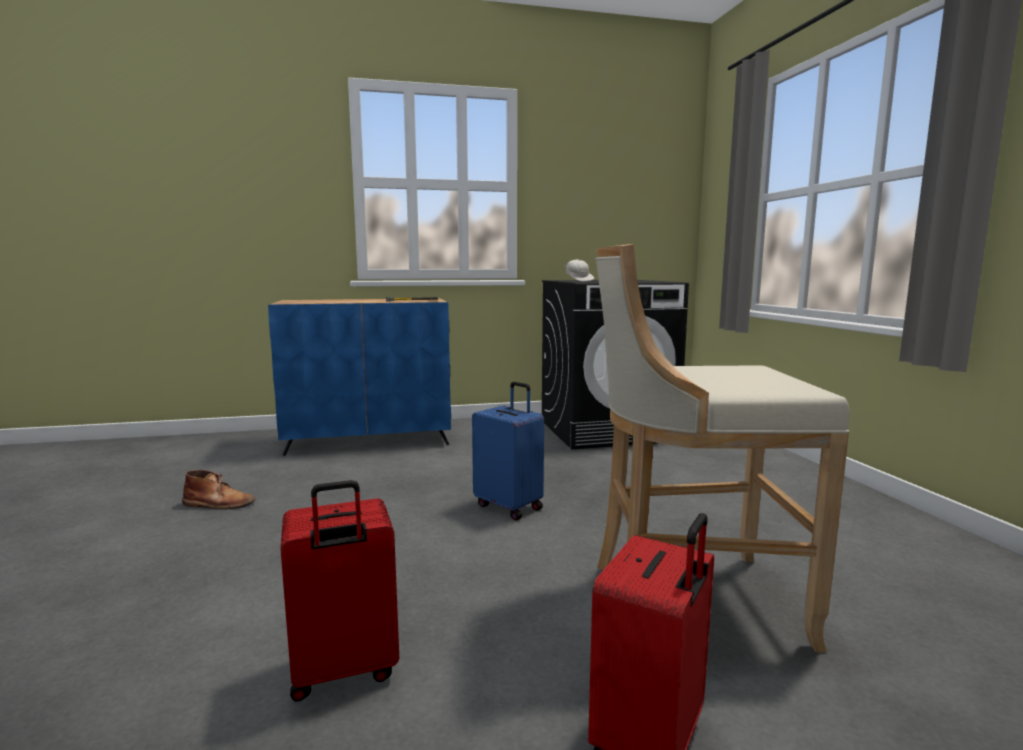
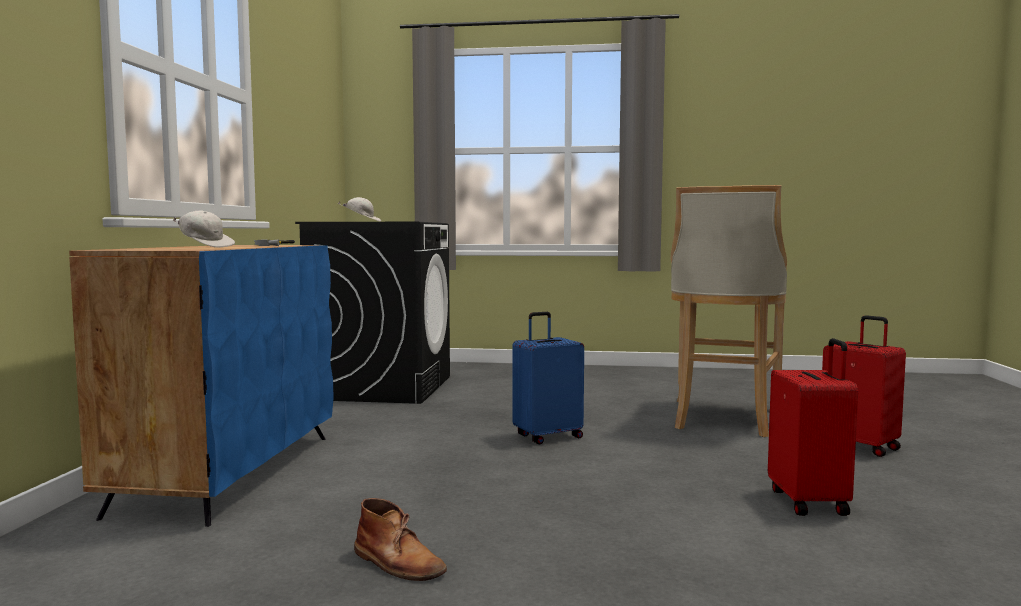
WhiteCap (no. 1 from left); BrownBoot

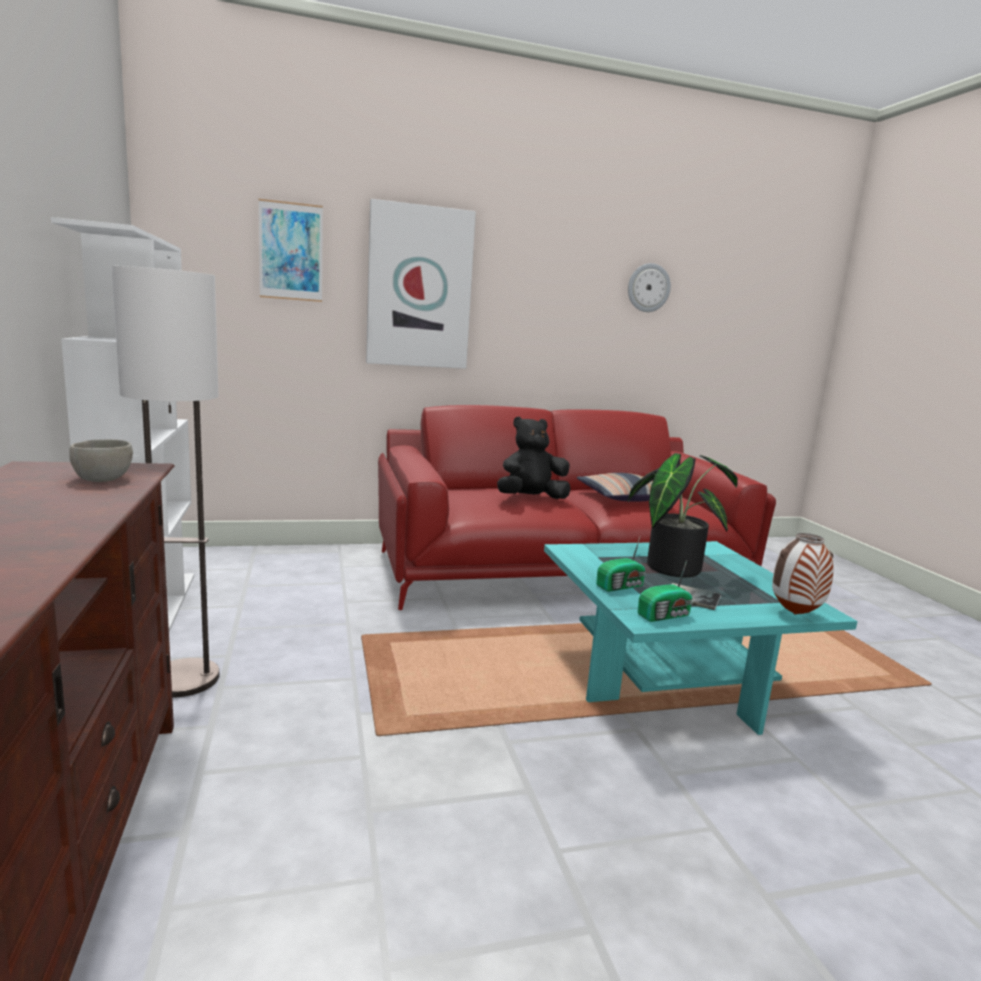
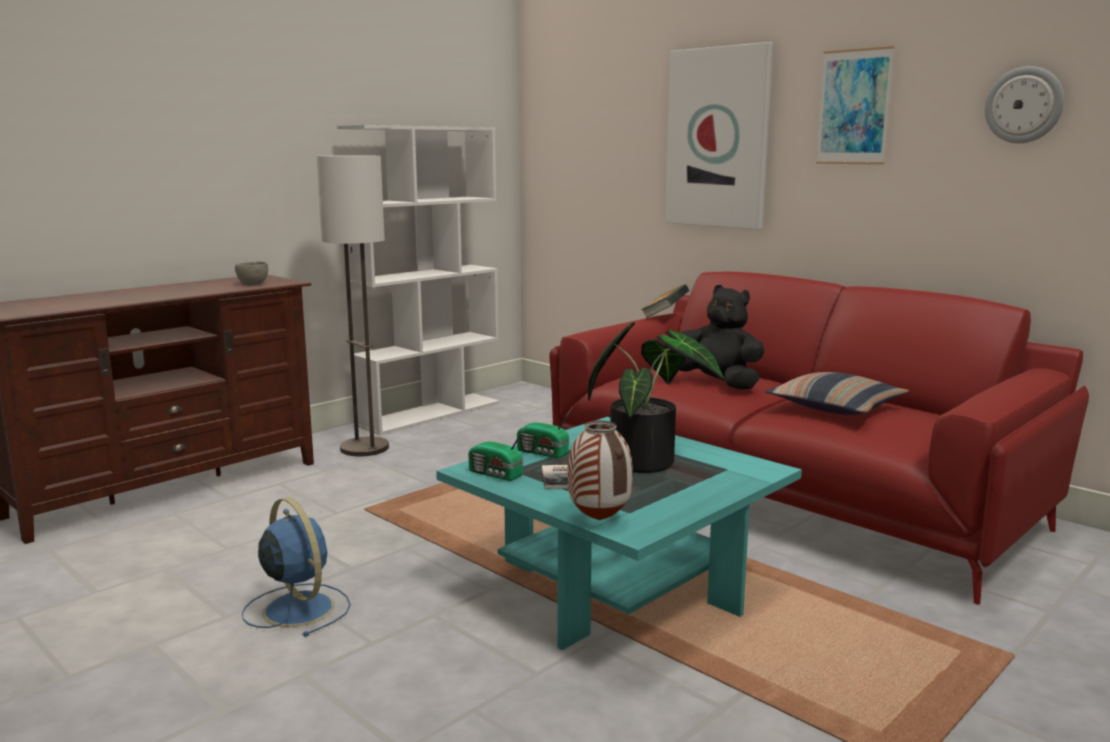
BlueFan; Book (no. 2 from left); Picture (no. 2 from left)

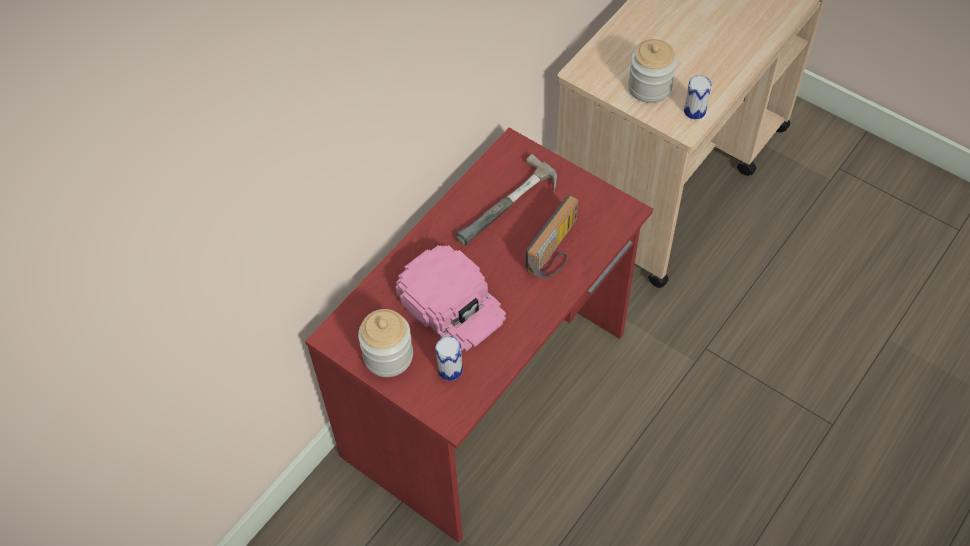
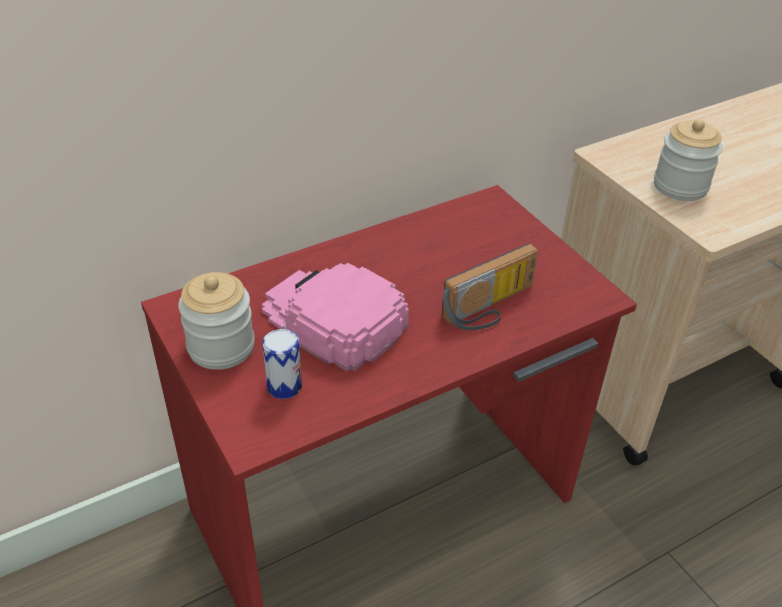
PinkCap; Hammer; Can (no. 2 from left in the first image)

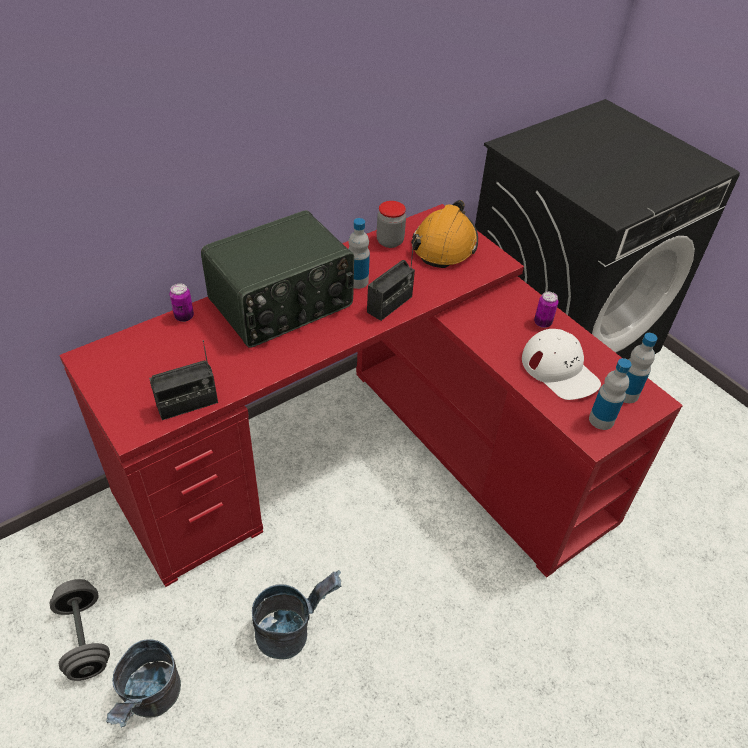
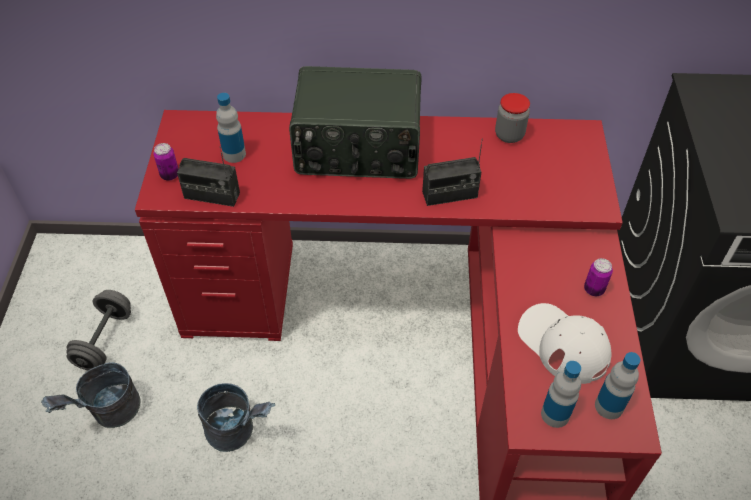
Can (no. 1 from left); Bottle (no. 1 from left); WhiteCap; OrangeHardHat

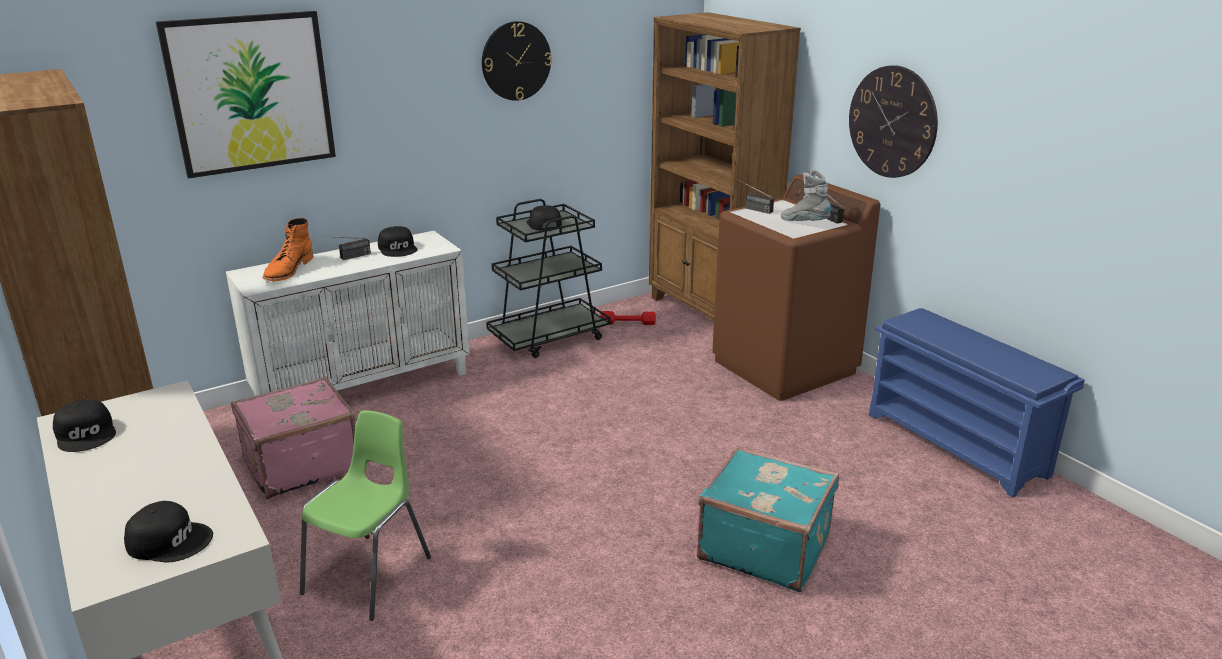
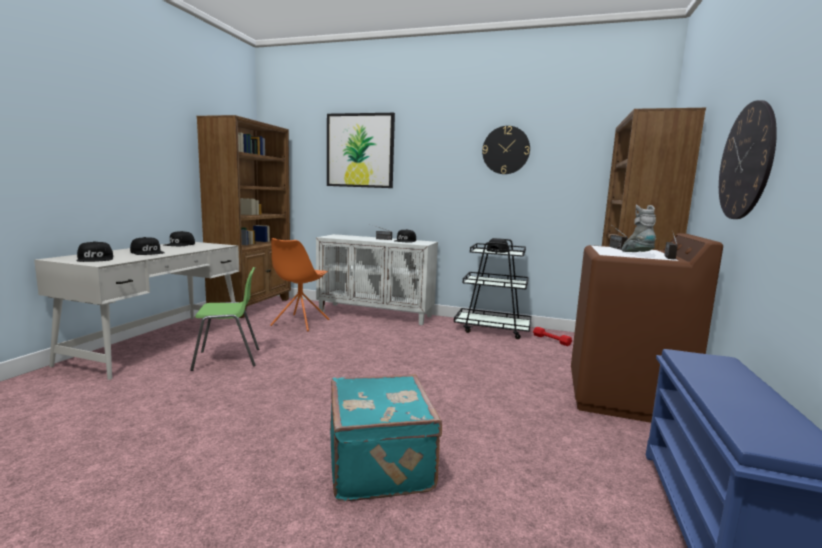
BlackCap (no. 2 from left); OrangeChair; OrangeBoot

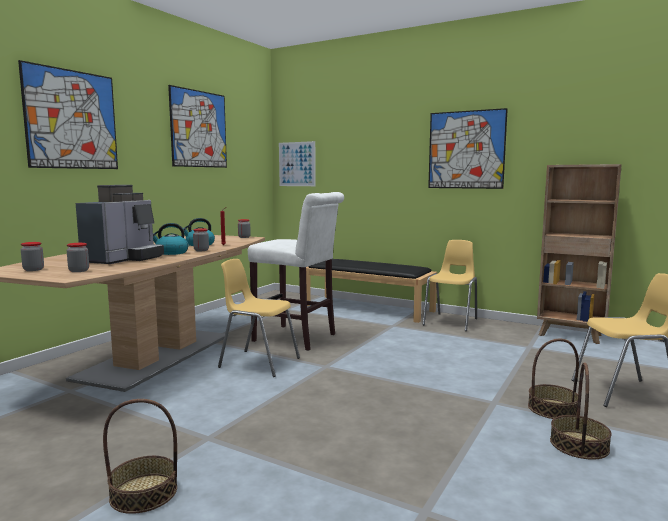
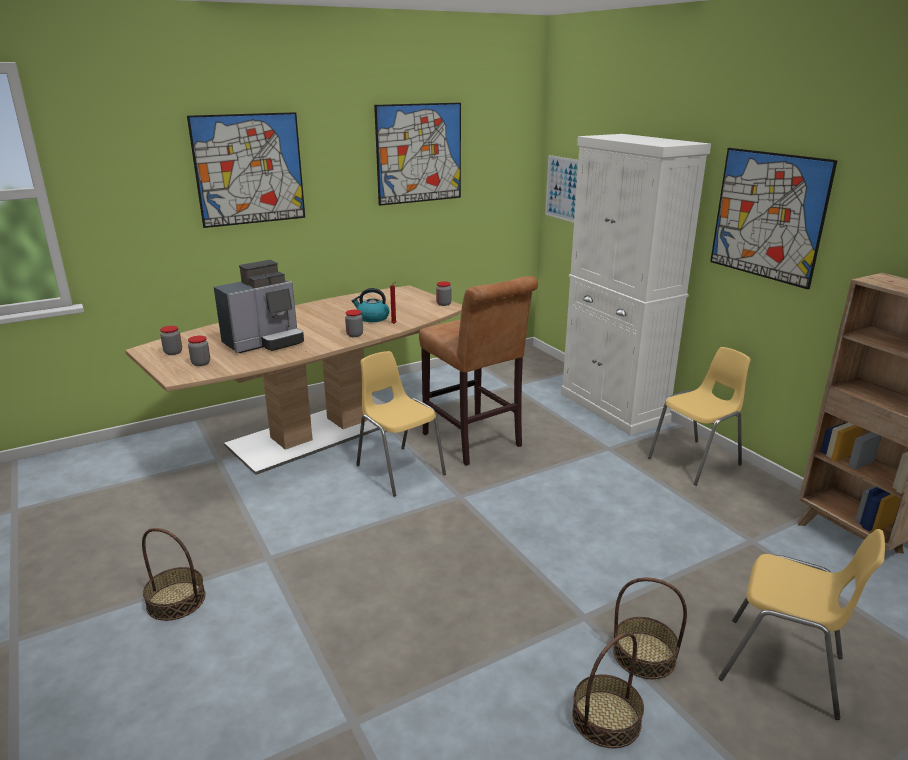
BrownStool; WhiteCabinet; Kettle (no. 1 from left in the first image)

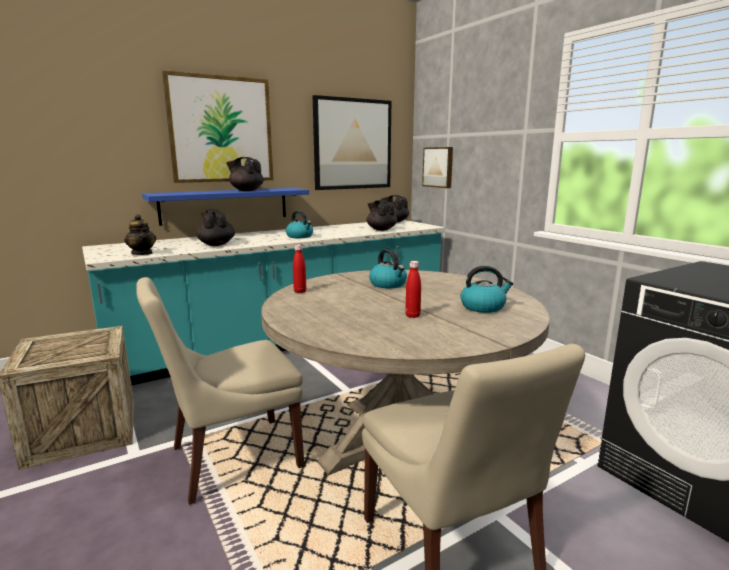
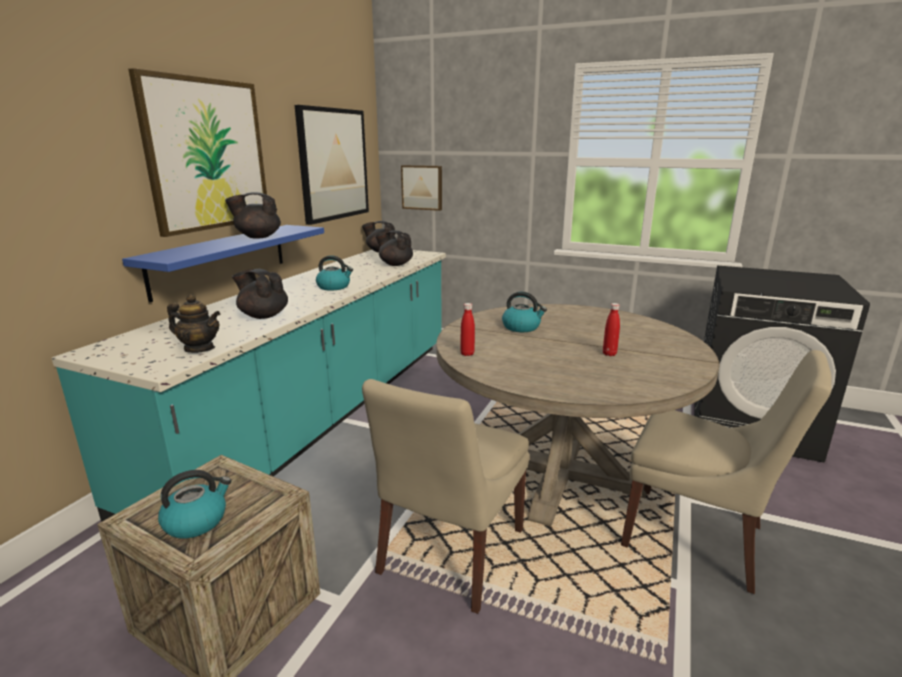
Kettle (no. 1 from left)

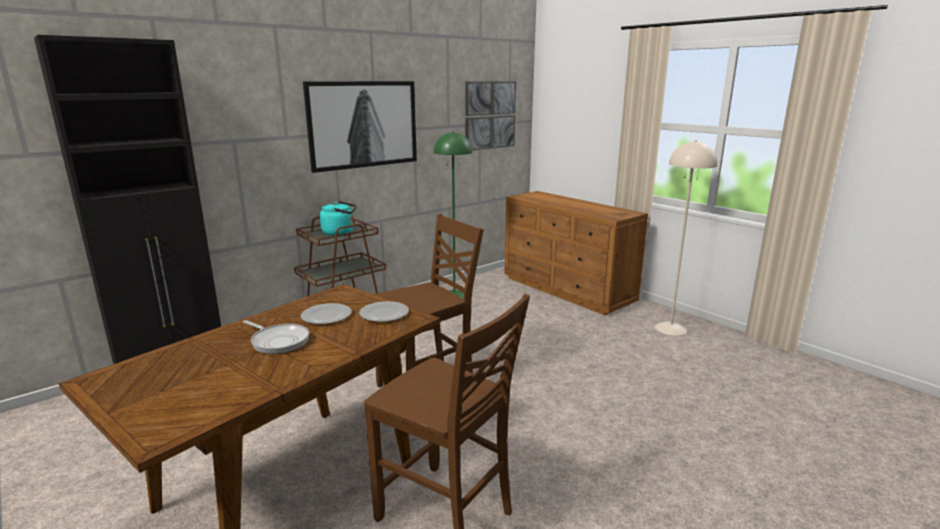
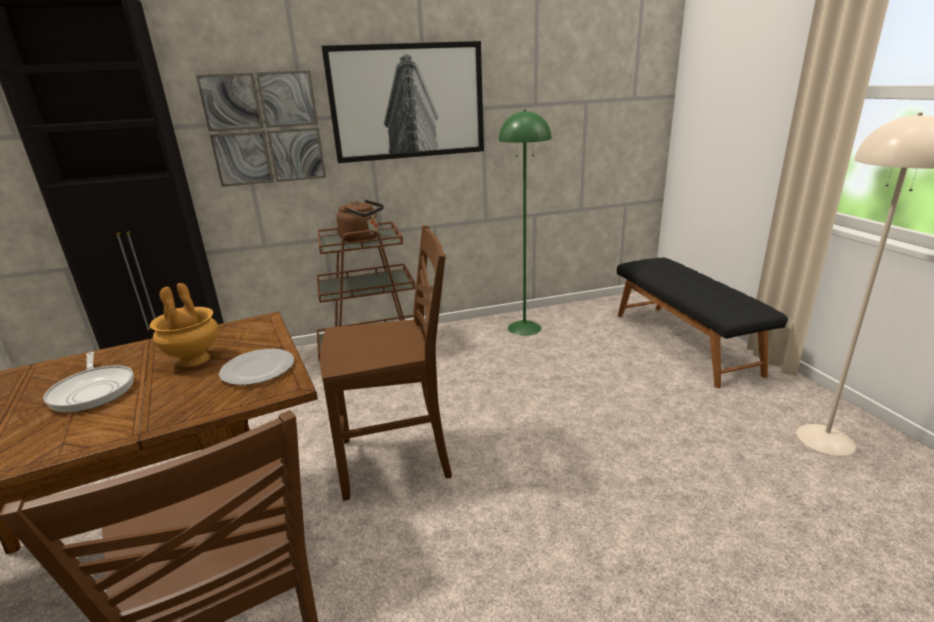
BrownVase; Picture (no. 1 from left); BrownKettle; BlackBench

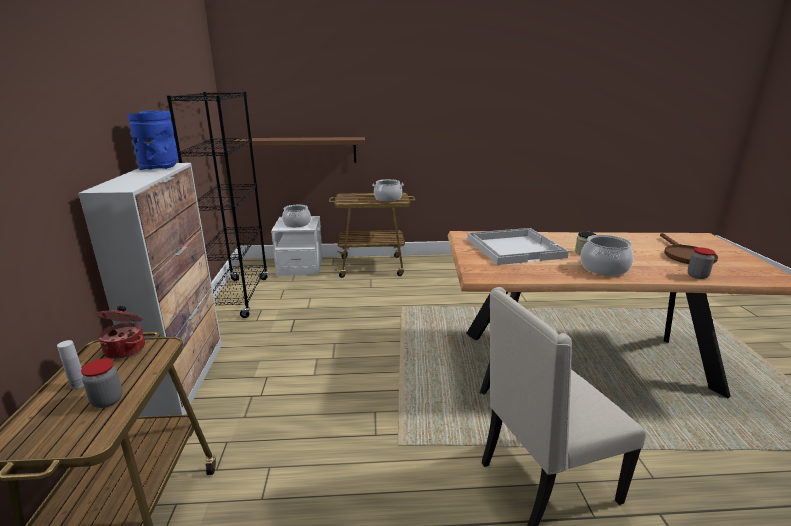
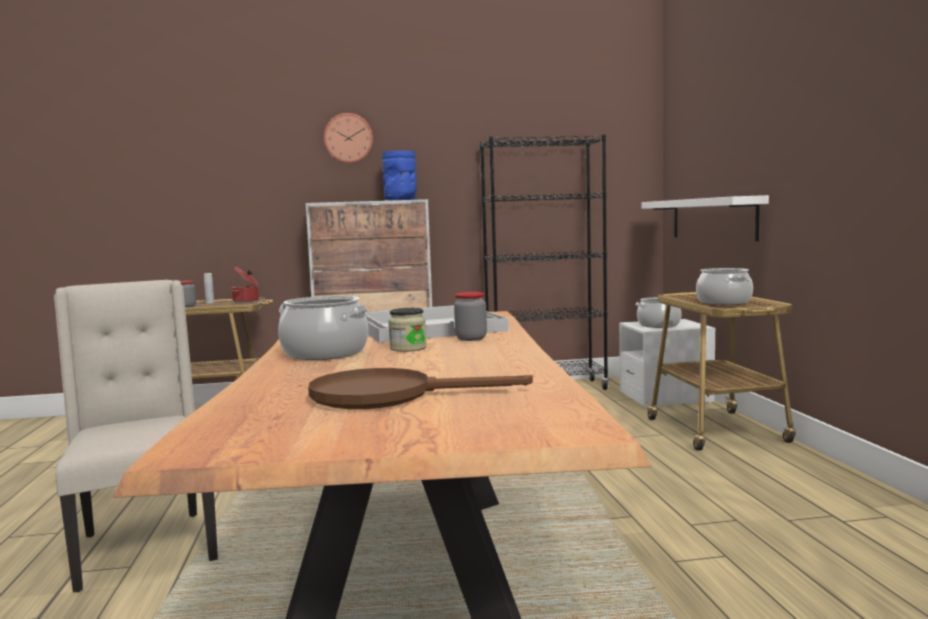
WallClock; Jar (no. 3 from left); WhiteShelf

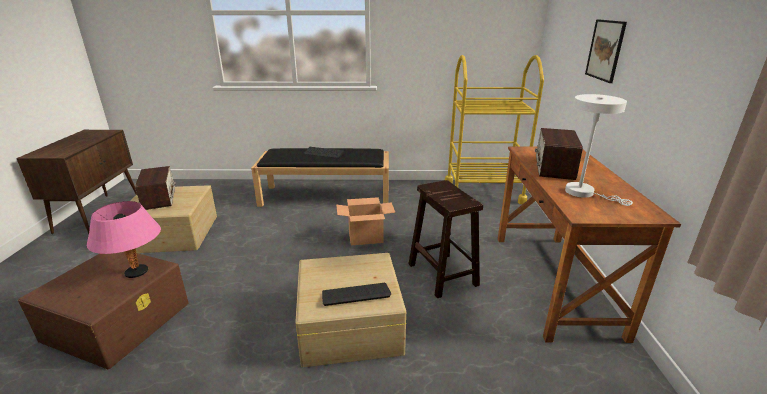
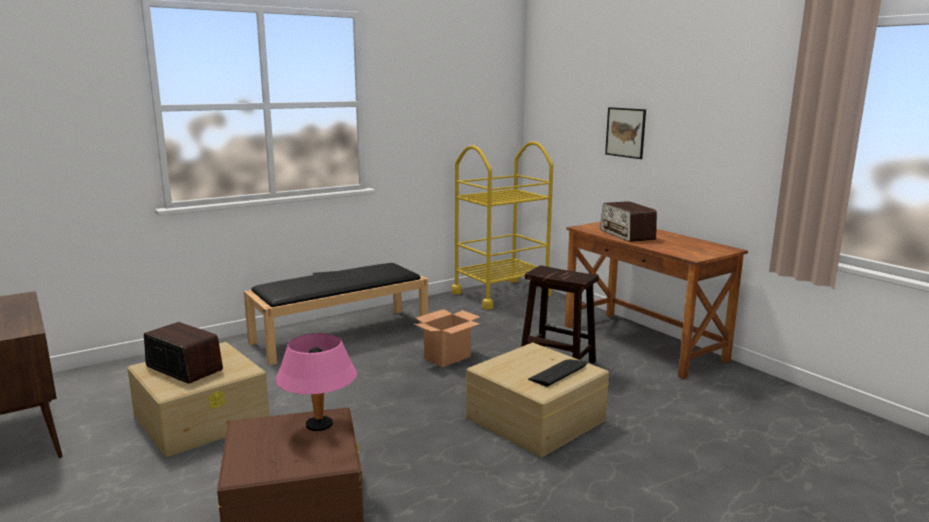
WhiteTableLamp

